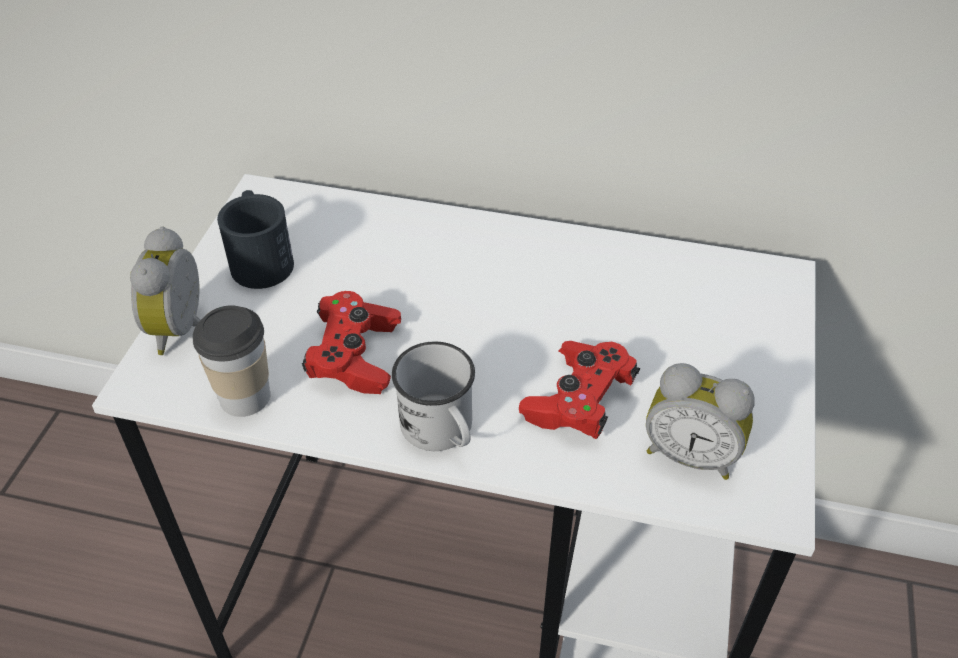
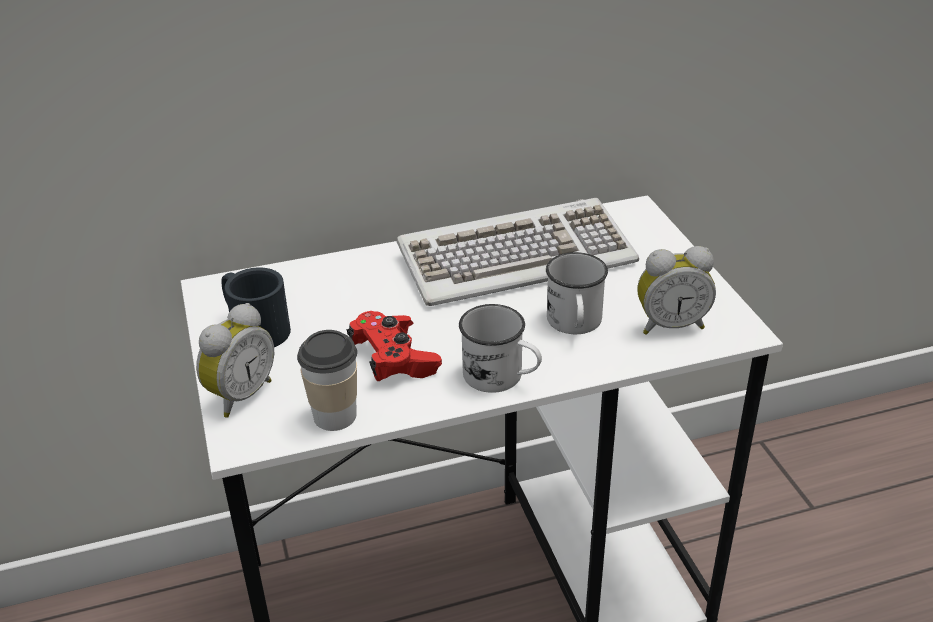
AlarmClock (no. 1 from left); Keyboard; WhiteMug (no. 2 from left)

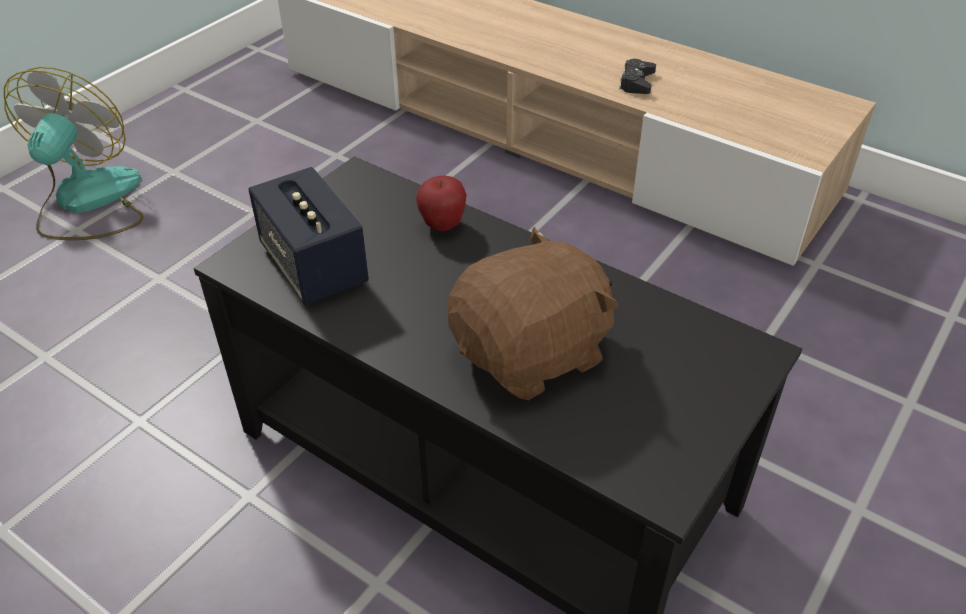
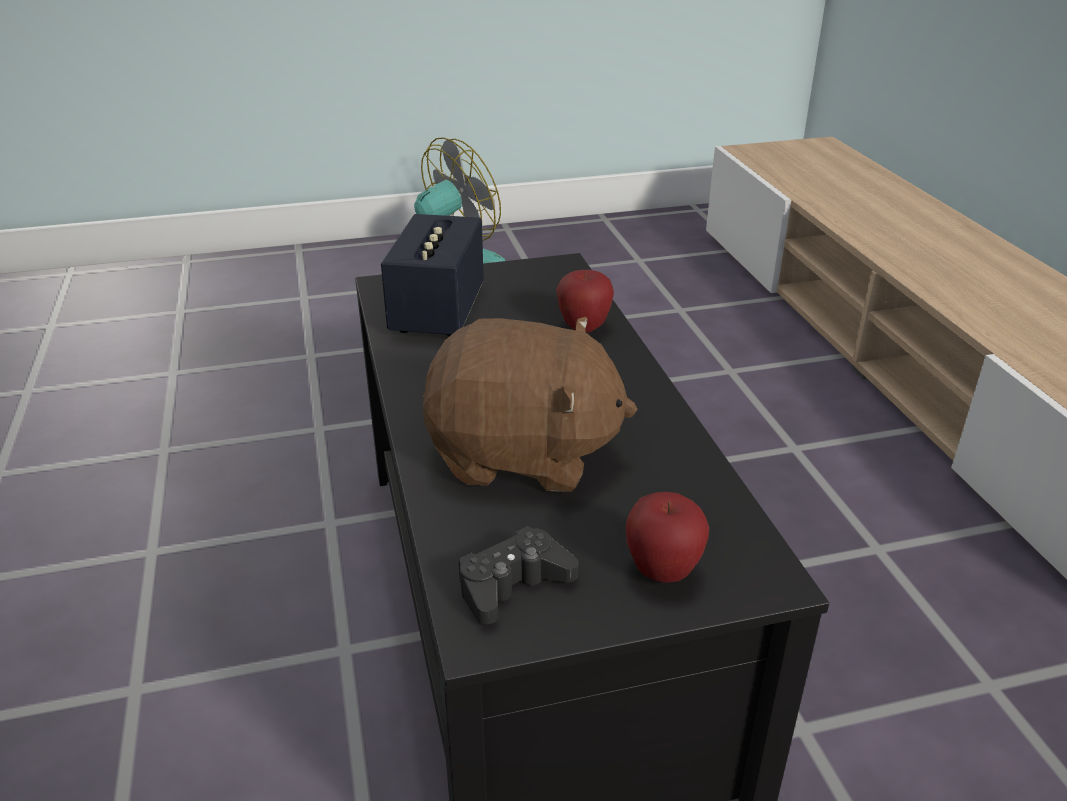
BlackGameController; Apple (no. 2 from left)

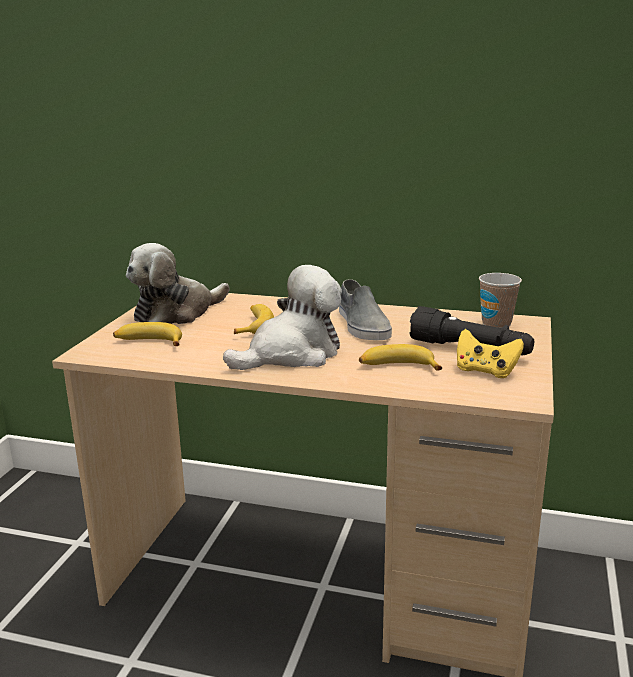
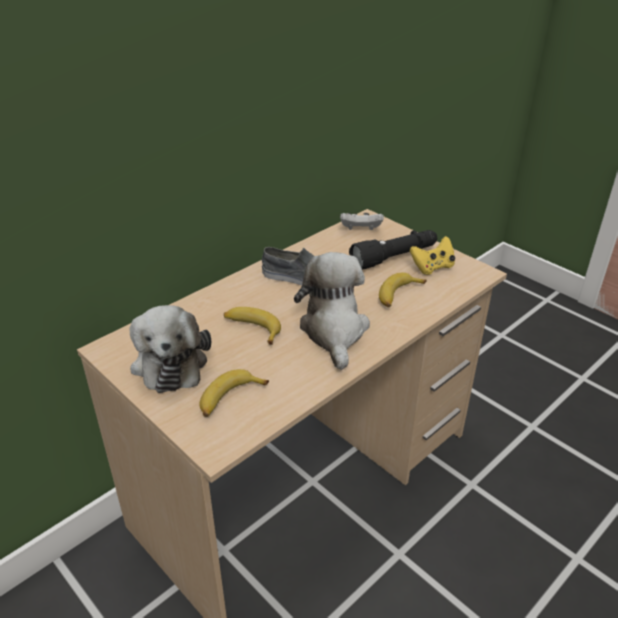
WhiteGameController

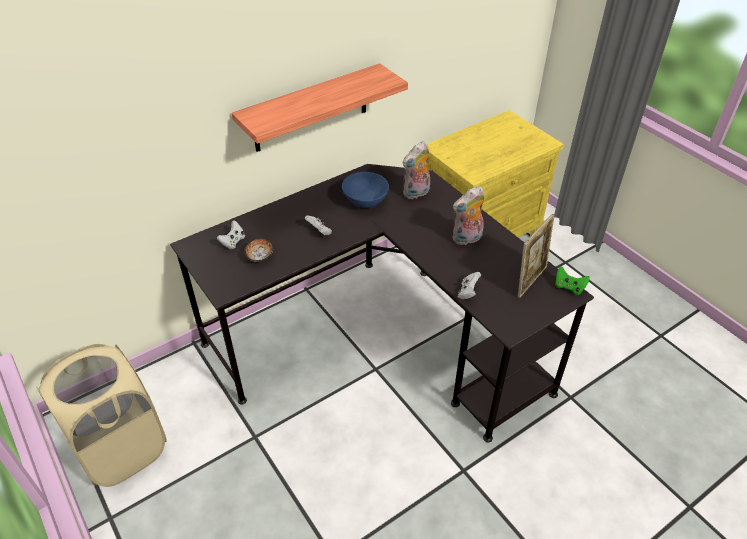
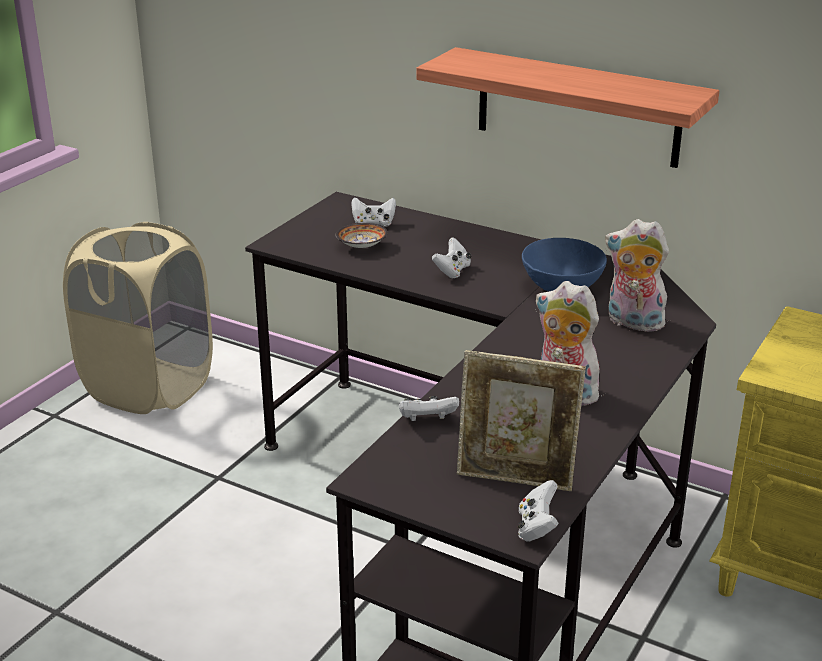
WhiteGameController (no. 4 from left)

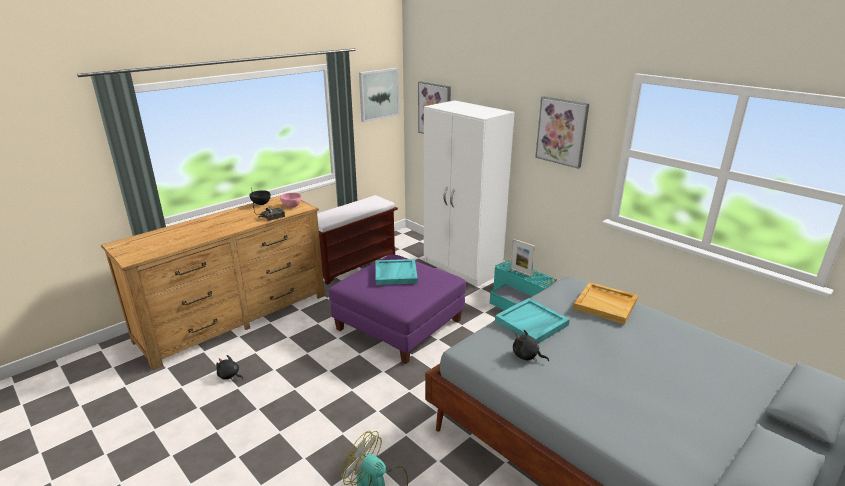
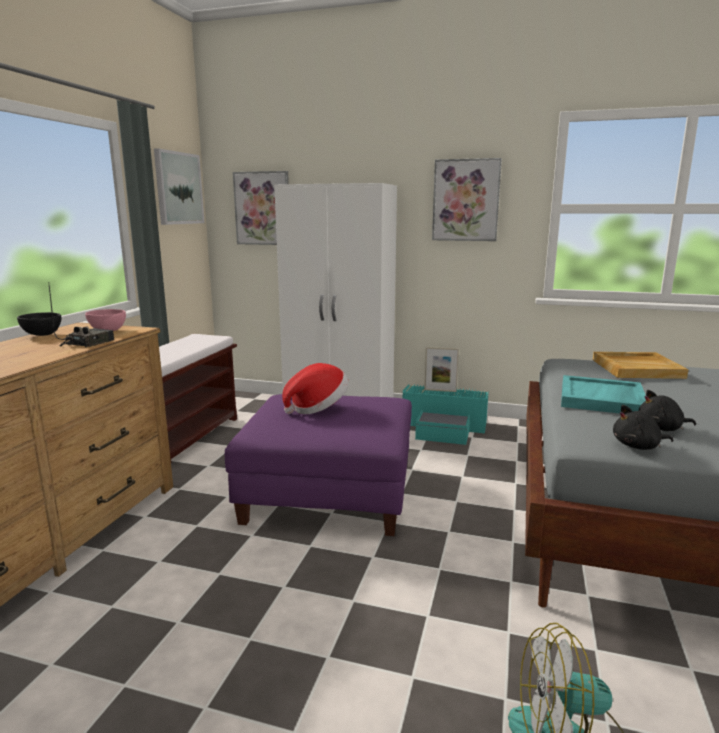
Hat; BlackPlushToy (no. 1 from left)

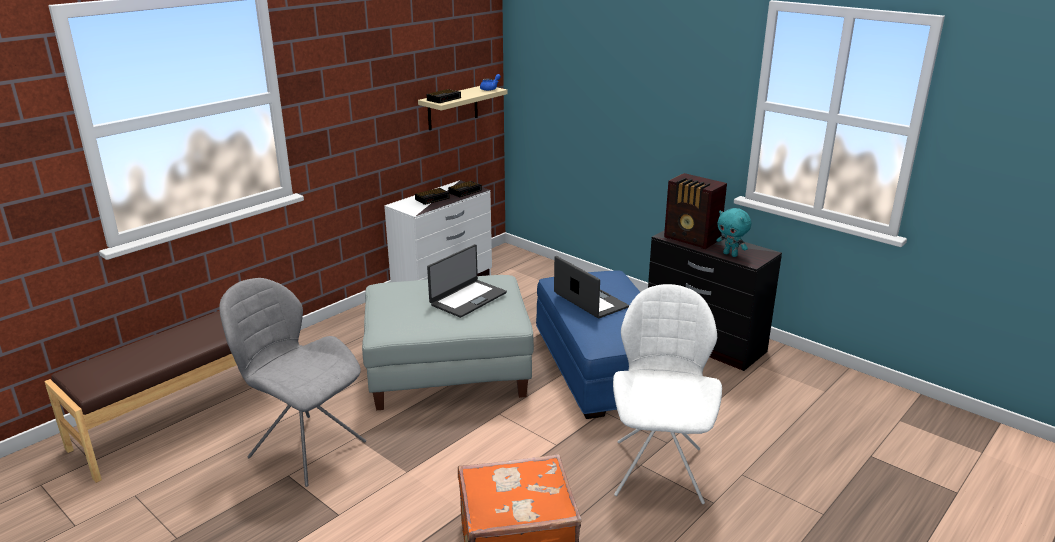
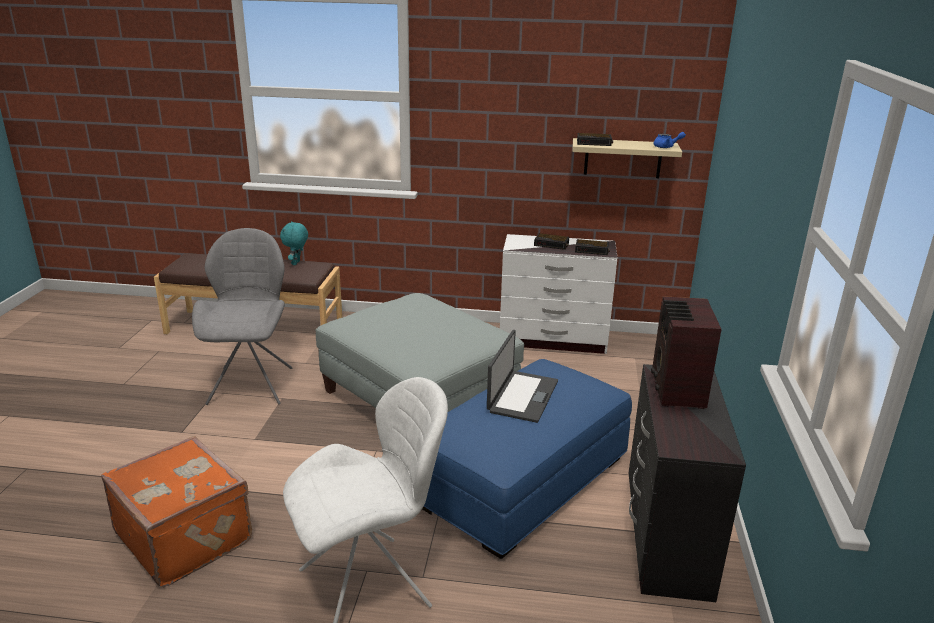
TurquoisePlushToy; Laptop (no. 1 from left in the first image)

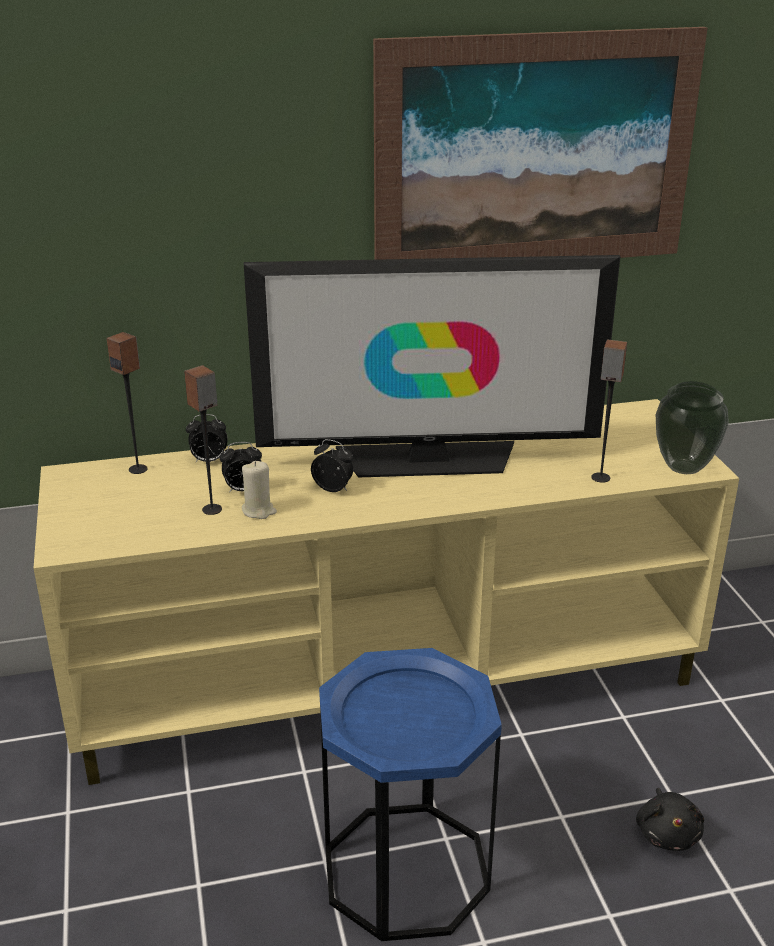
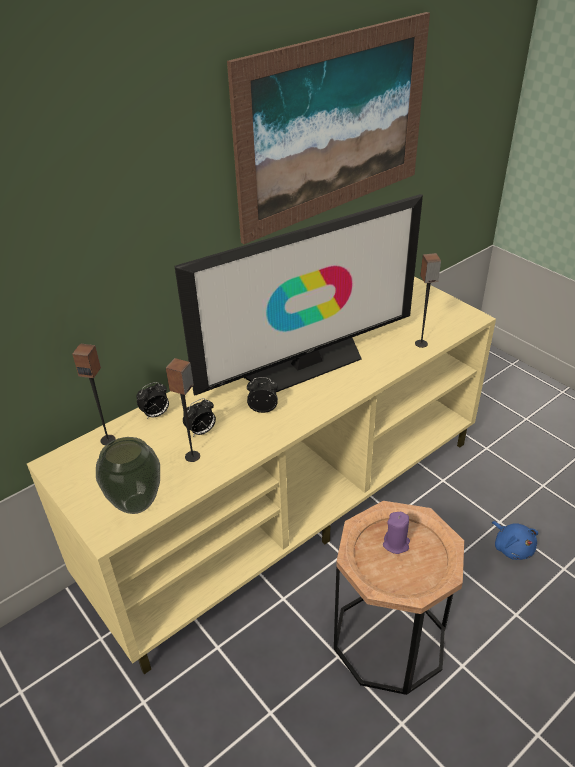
Vase; BrownSideTable; PurpleCandle; BluePlushToy; BeigeCandle

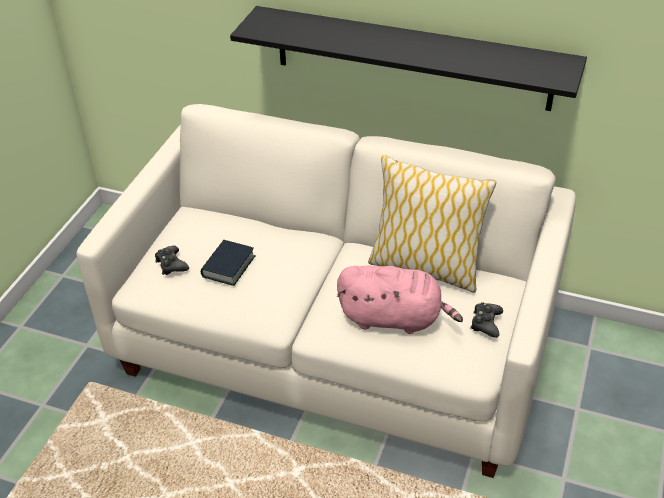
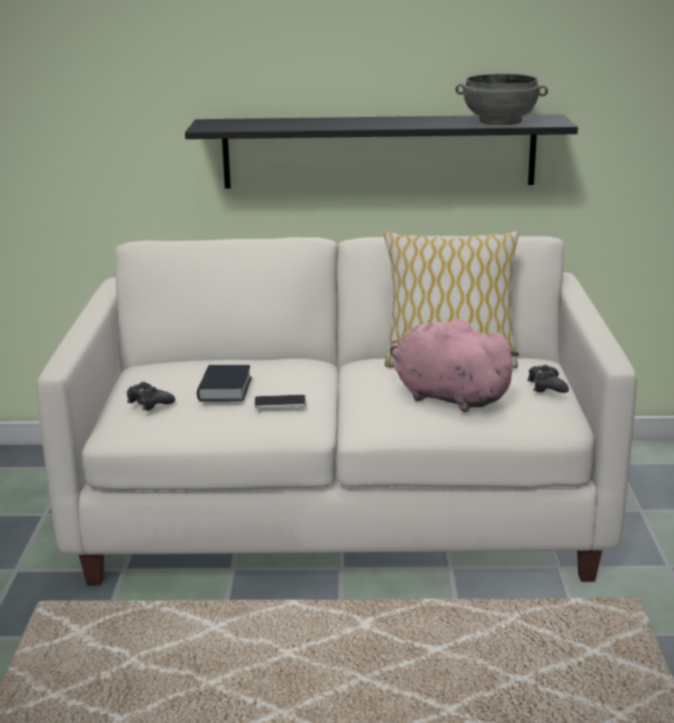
Phone; PinkPlushToy; GreyBowl

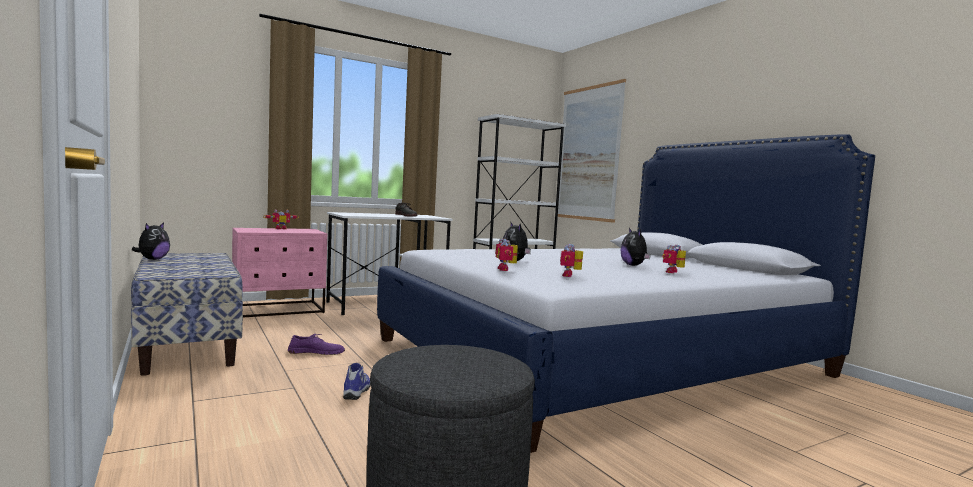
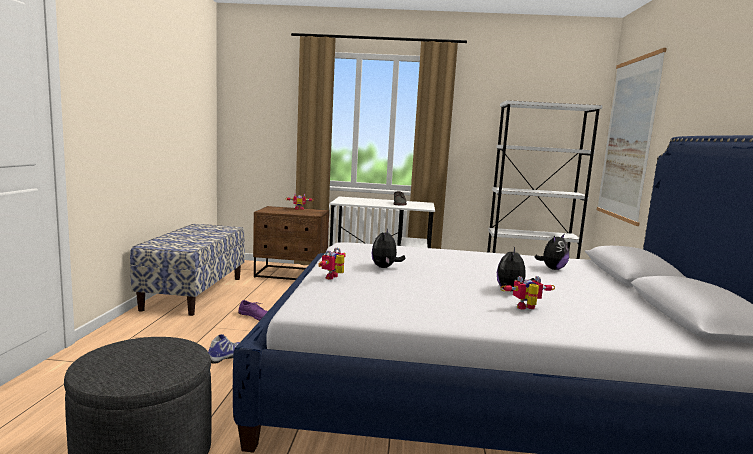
BrownNightstand; PlushToy (no. 3 from left); ToyRobot (no. 3 from left in the first image)

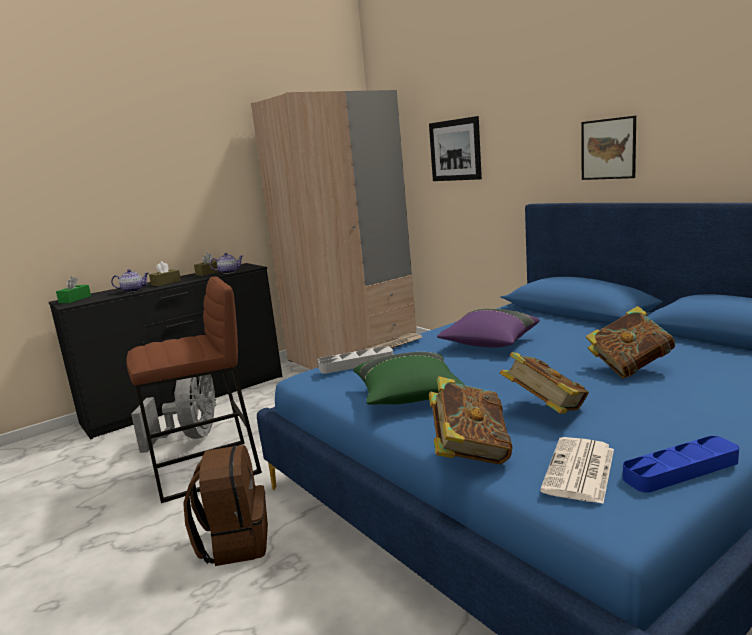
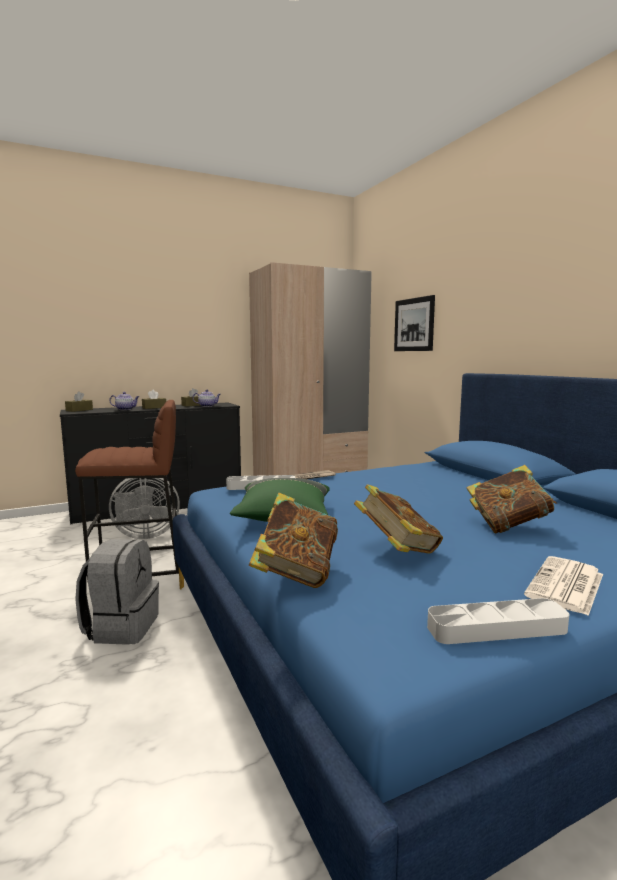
BrownTissueBox (no. 1 from left); GreyBackpack; GreyFan; GreyTray (no. 2 from left); Newspaper (no. 2 from left); PurplePillow; Picture (no. 2 from left in the first image)

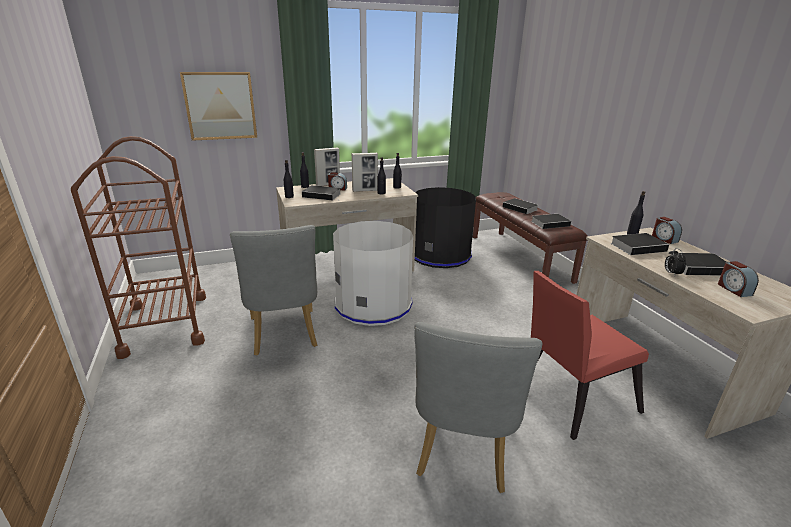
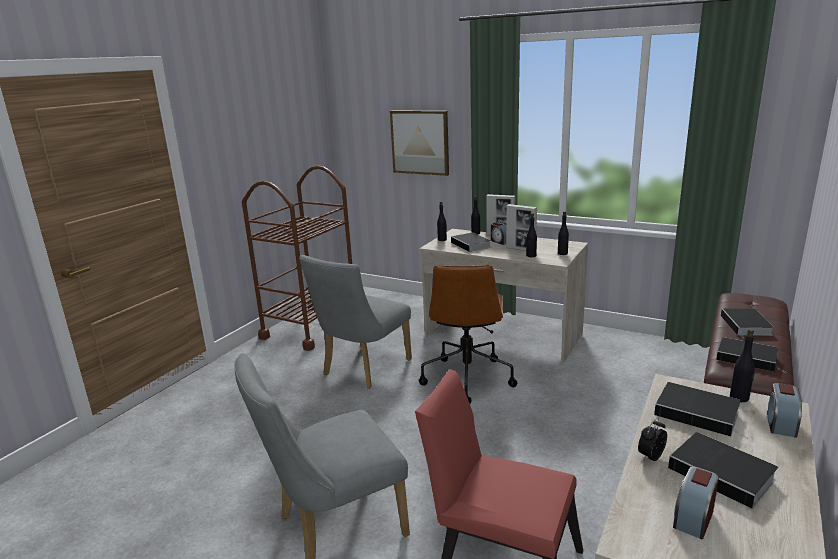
BrownOfficeChair; BlackTrashCan

